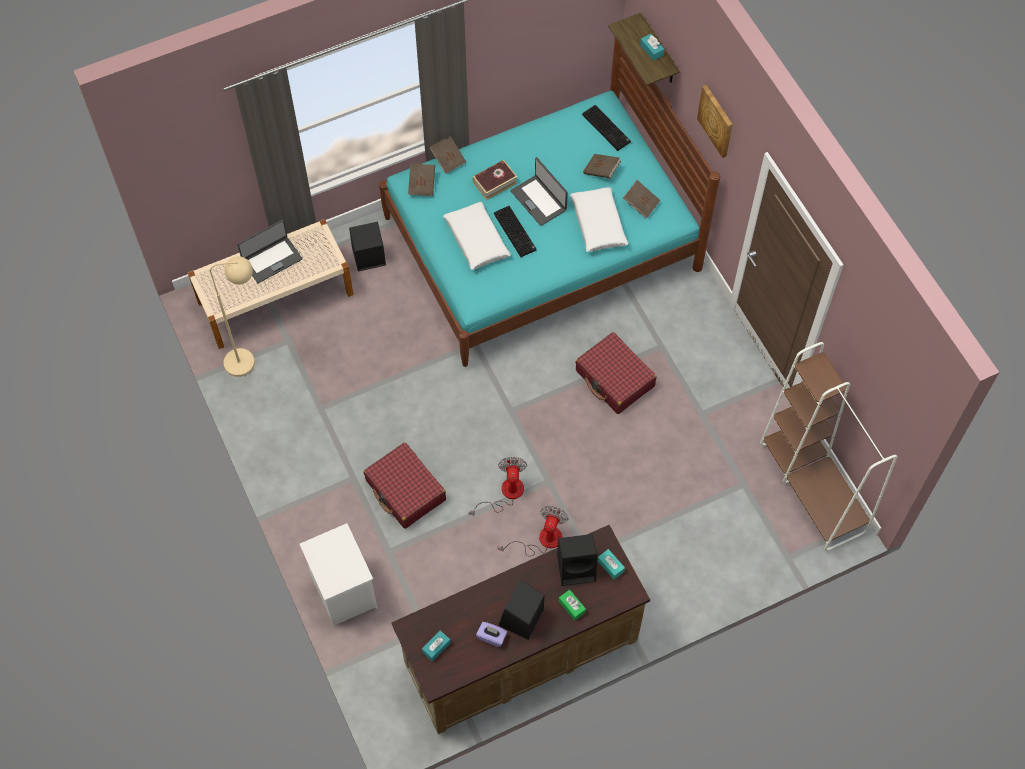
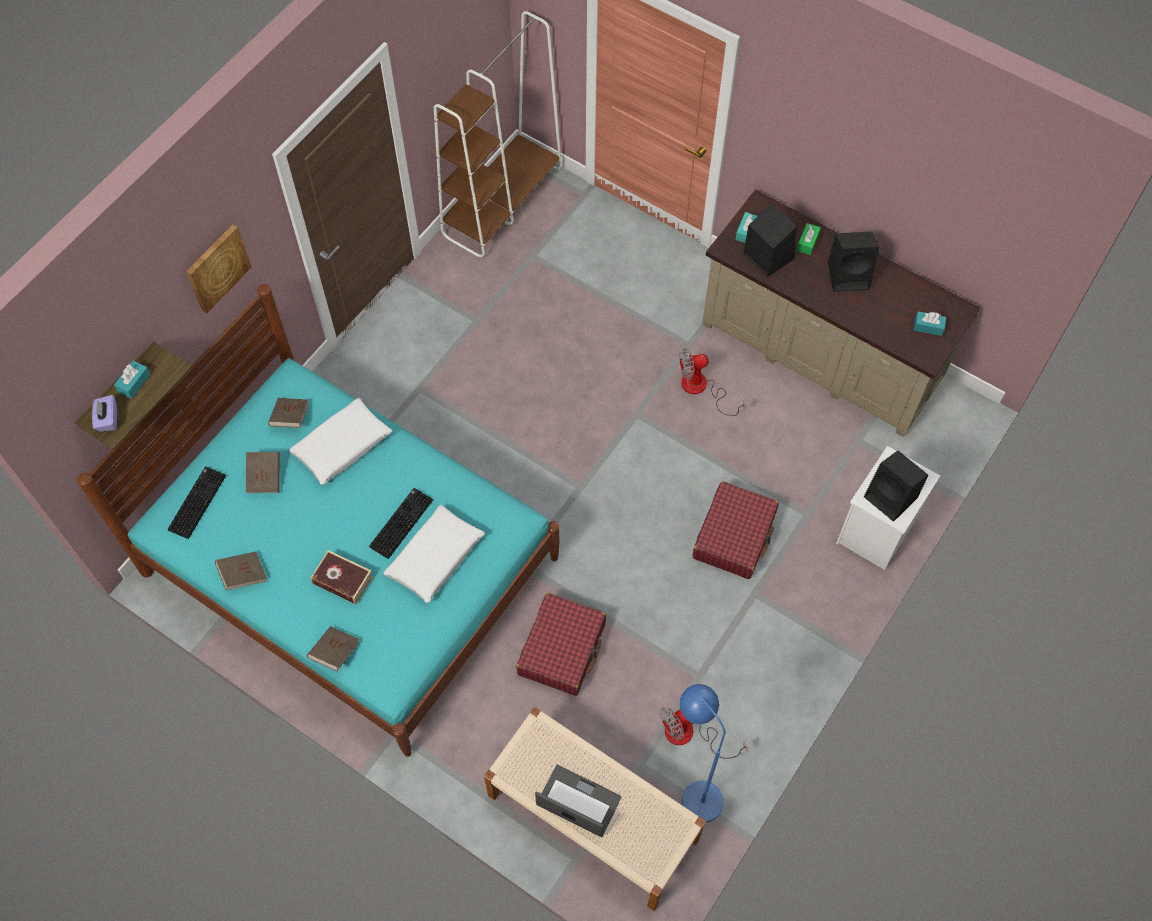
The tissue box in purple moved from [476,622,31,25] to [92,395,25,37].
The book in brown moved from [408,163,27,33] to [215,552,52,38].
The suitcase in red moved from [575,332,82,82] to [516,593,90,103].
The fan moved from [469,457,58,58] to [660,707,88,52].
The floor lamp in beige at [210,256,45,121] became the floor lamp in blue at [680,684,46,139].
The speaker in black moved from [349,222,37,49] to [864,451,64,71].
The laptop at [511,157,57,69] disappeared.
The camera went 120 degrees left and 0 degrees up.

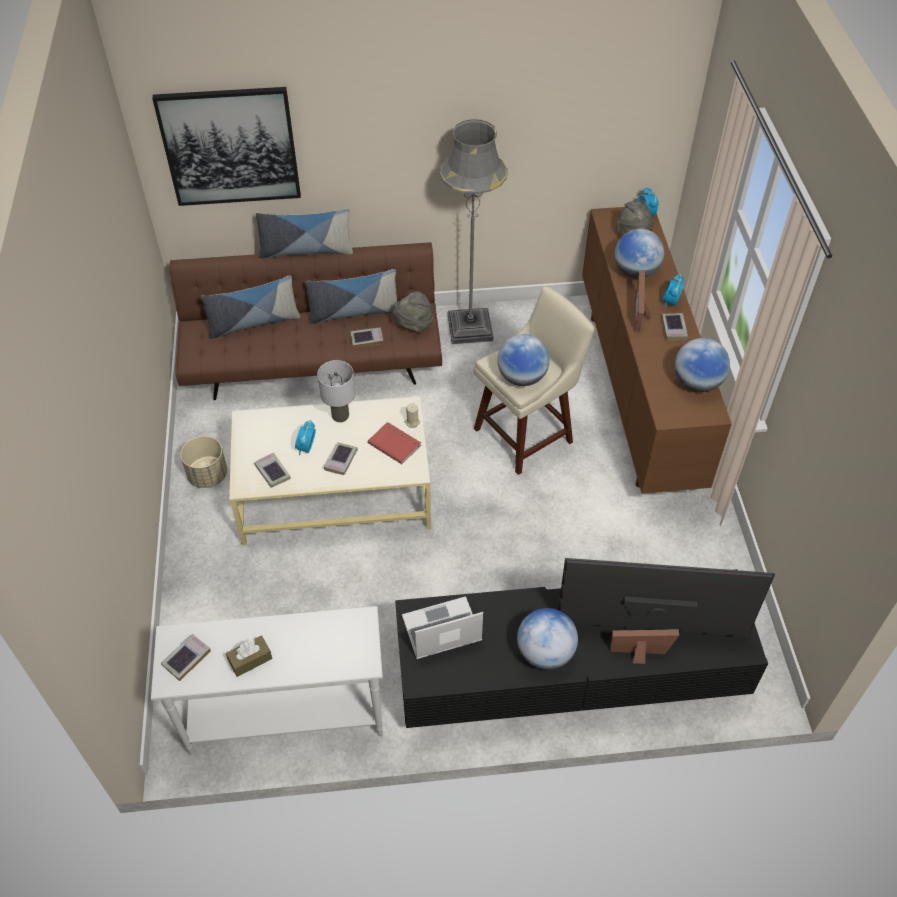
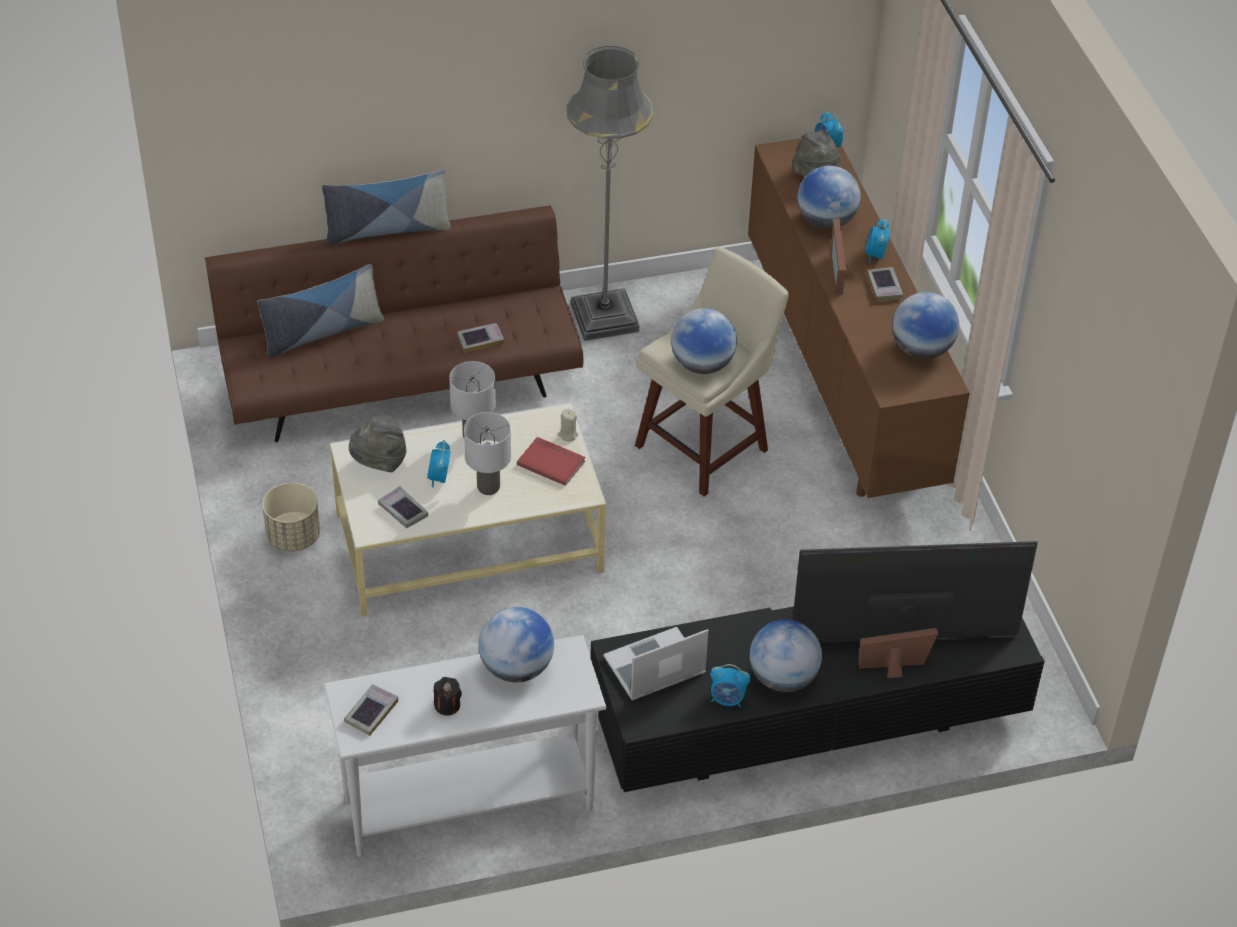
The hat in grey moved from [393,291,40,42] to [349,414,58,58].
The tissue box in brown at [226,635,46,42] was replaced by the candle in black at [434,677,28,39].
The book at [324,442,34,33] was replaced by the table lamp in white at [464,412,47,83].
The globe at [479,607,75,76] appeared.
The alarm clock at [710,664,41,43] appeared.
The picture at [152,87,149,119] disappeared.
The pillow at [305,269,92,55] disappeared.
The camera went 10 degrees left and 5 degrees down.

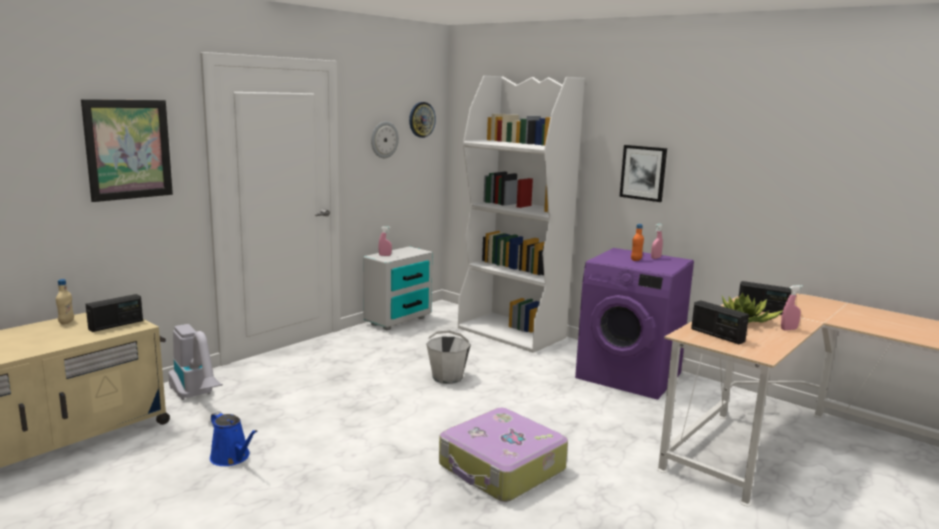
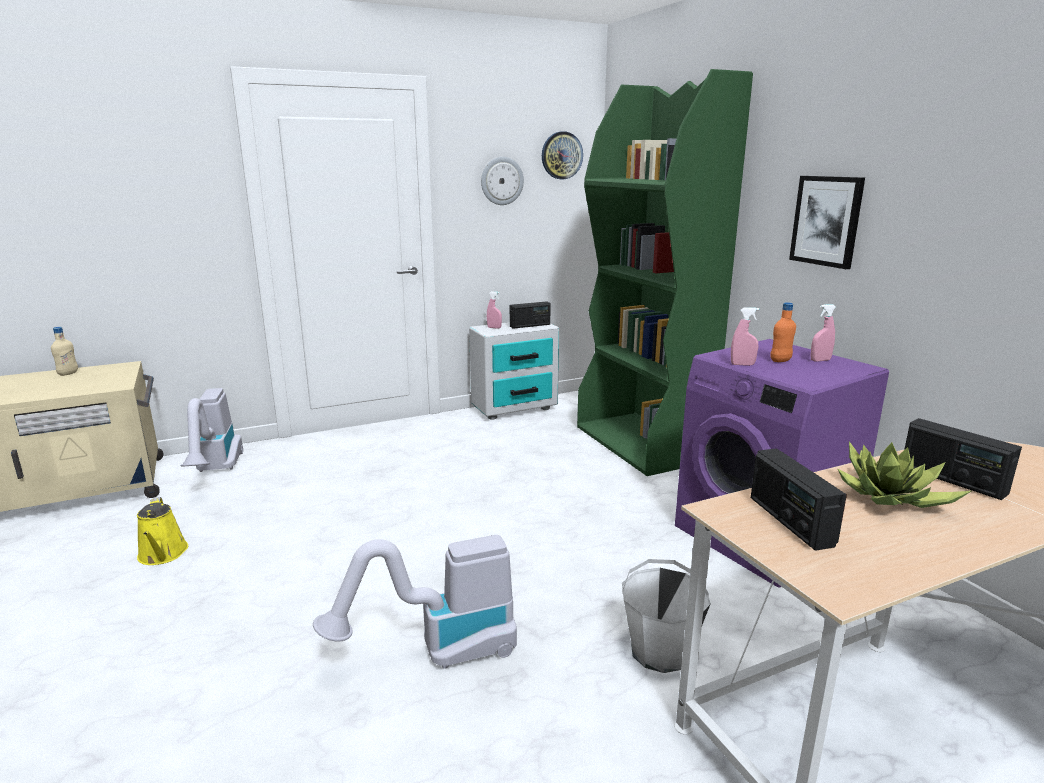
The watering can in blue at [210,411,48,55] became the watering can in yellow at [137,497,51,68].
The suitcase at [439,408,129,94] was replaced by the vacuum cleaner at [313,535,204,134].
The radio moved from [86,294,57,38] to [510,301,41,28].
The bookcase in white at [458,75,127,278] became the bookcase in green at [577,69,176,407].
The bucket in white moved from [426,330,45,54] to [622,559,89,114].
The spray bottle in pink moved from [781,285,22,45] to [731,307,28,59].
The picture at [81,99,92,103] disappeared.
The camera went 25 degrees right and 5 degrees up.

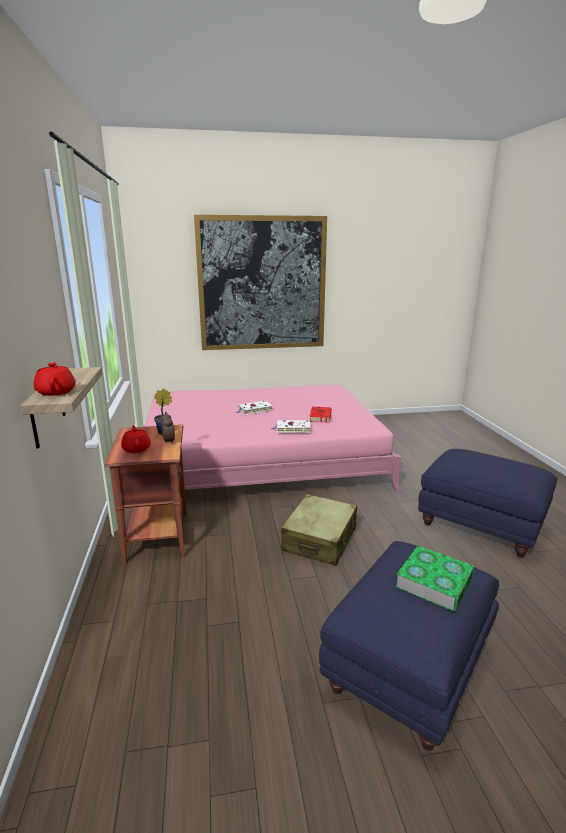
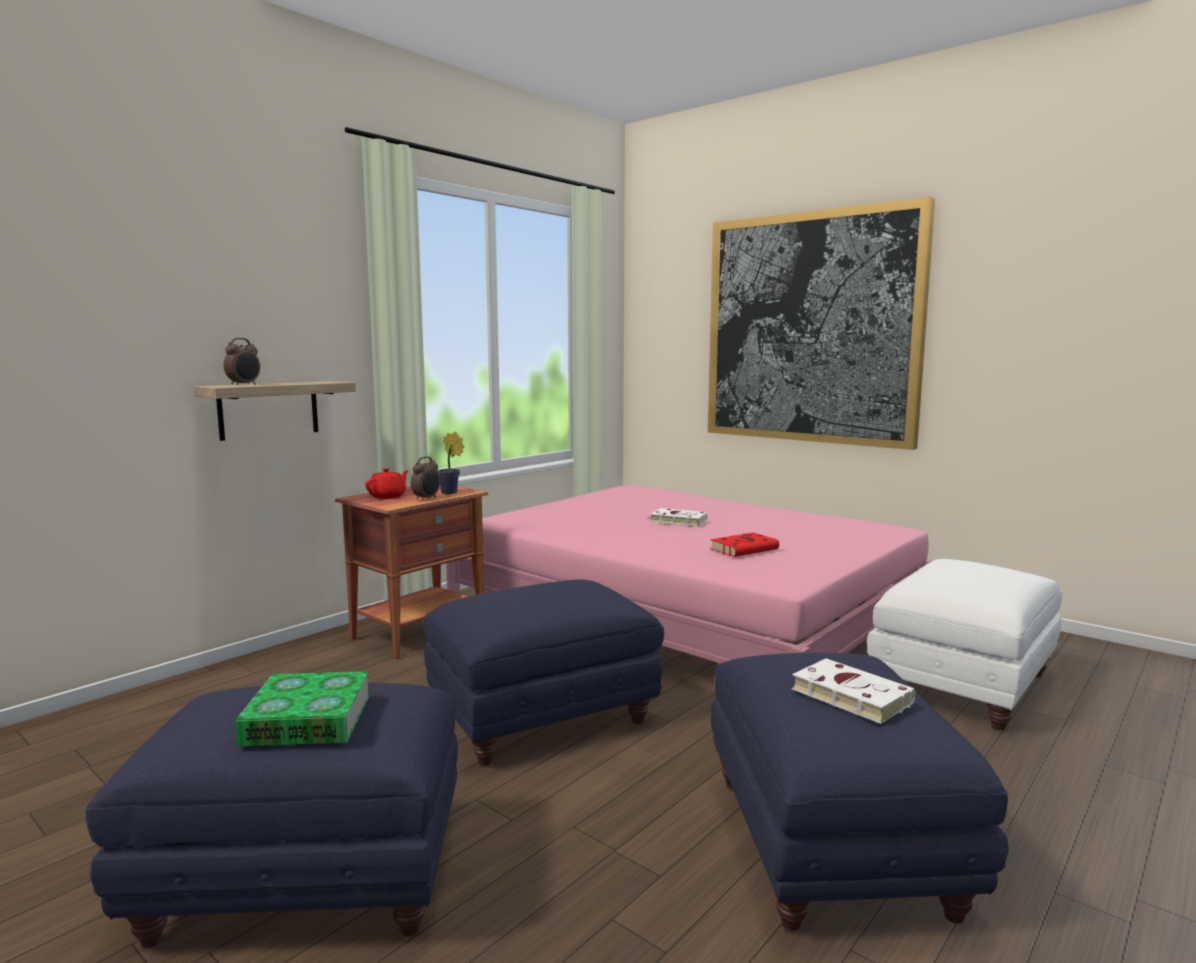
The teapot in red at [34,362,42,34] was replaced by the alarm clock at [223,338,37,47].
The suitcase in beige at [281,494,76,72] was replaced by the ottoman in blue at [423,580,241,186].
The book in white moved from [271,420,40,13] to [792,658,123,66].
The ottoman in white at [867,559,195,172] appeared.
The camera went 50 degrees right and 10 degrees down.

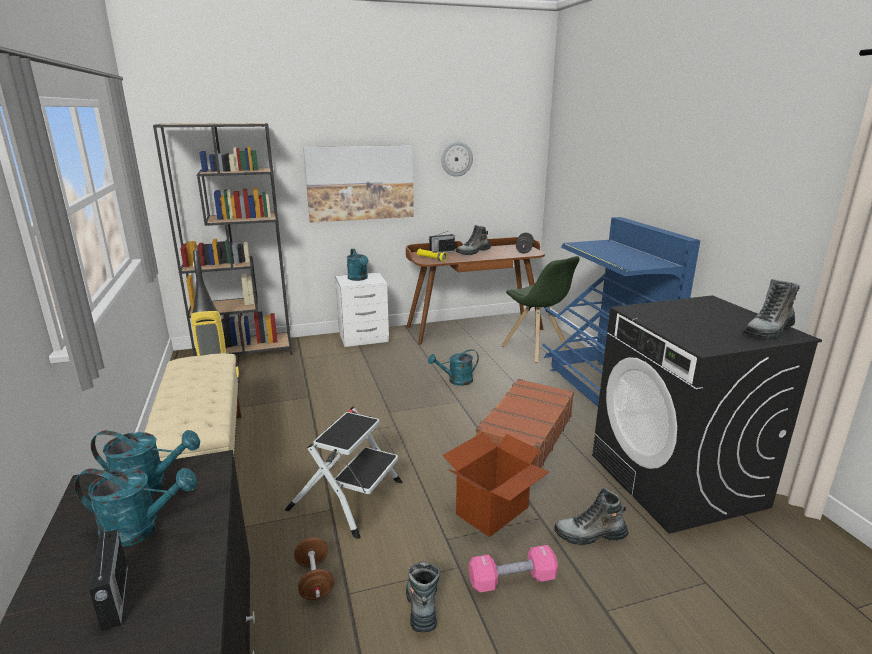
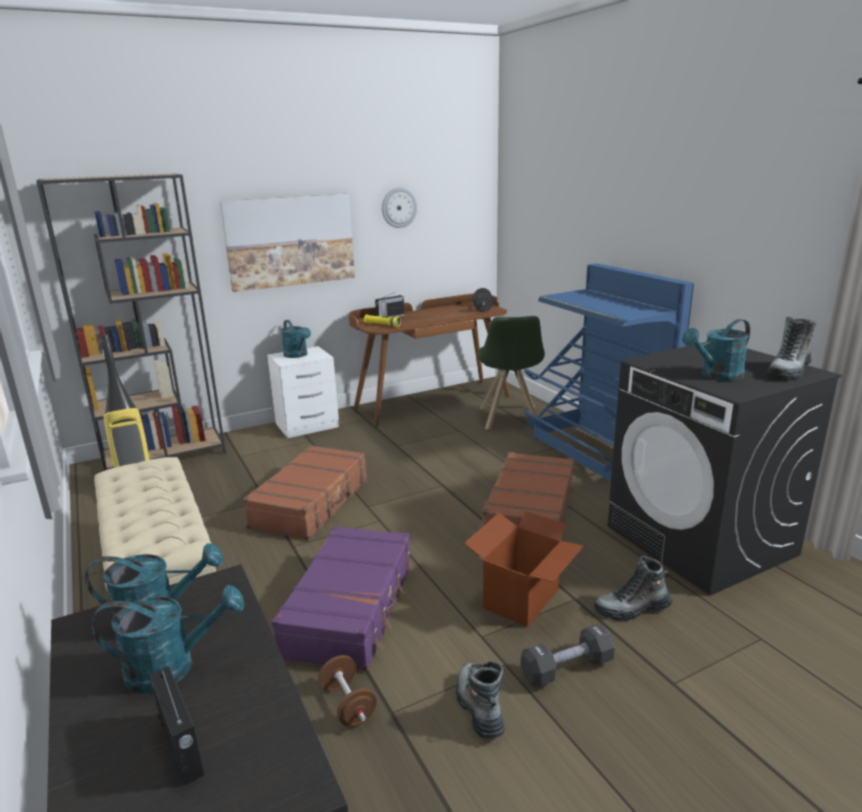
The suitcase in brown at [243,445,124,95] appeared.
The step ladder at [285,406,117,133] was replaced by the suitcase in purple at [272,526,142,145].
The chair in green at [502,256,78,107] turned 45 degrees clockwise.
The dumbbell in pink at [469,545,89,47] became the dumbbell in black at [521,624,94,62].
The watering can in turquoise moved from [428,349,51,37] to [682,319,68,62].
The boot at [456,225,35,30] disappeared.
The camera went 10 degrees left and 0 degrees up.

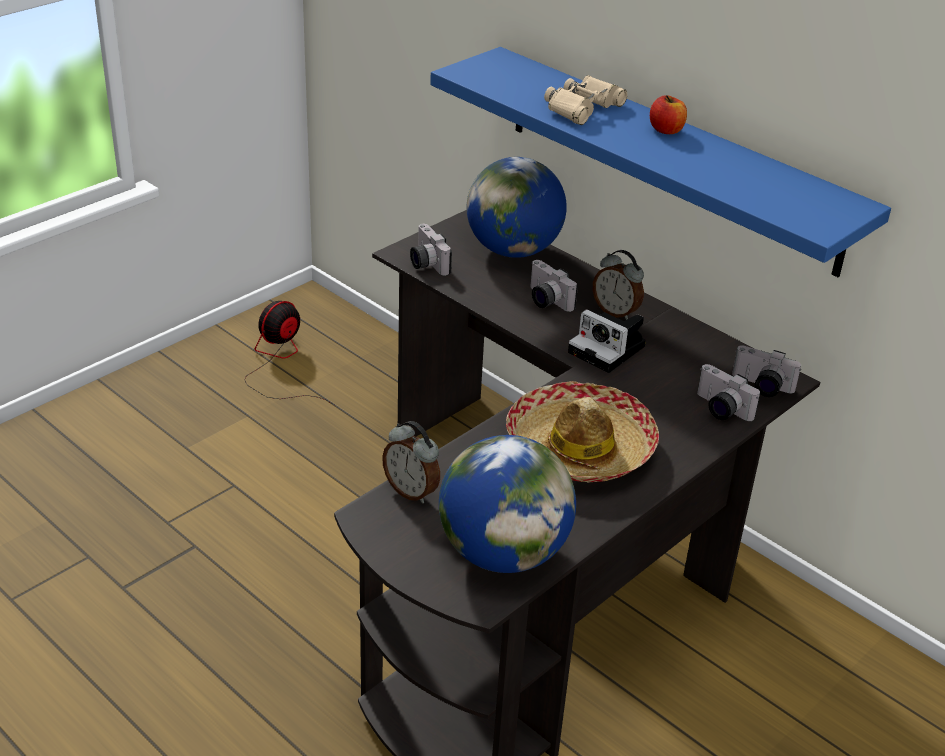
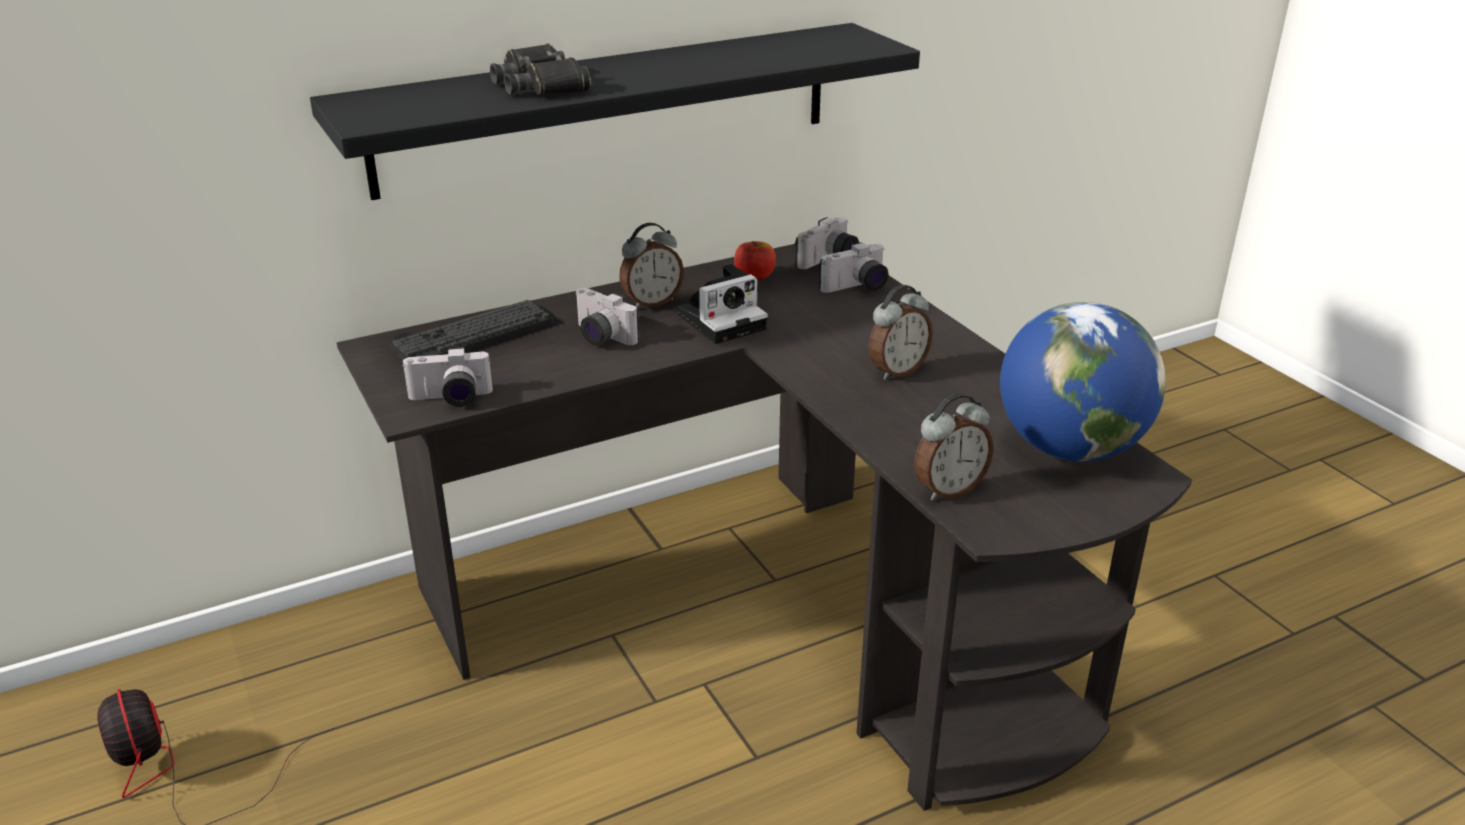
The shelf in blue at [430,47,461,230] became the shelf in black at [310,23,610,177].
The globe at [467,157,100,101] was replaced by the keyboard at [390,300,163,60].
The binoculars in beige at [544,75,83,50] became the binoculars in black at [490,43,101,52].
The photo camera at [530,260,48,52] turned 60 degrees clockwise.
The apple moved from [650,95,37,39] to [734,241,42,39].
The hat at [506,381,153,101] was replaced by the alarm clock at [869,285,64,95].
The camera went 70 degrees left and 5 degrees down.

